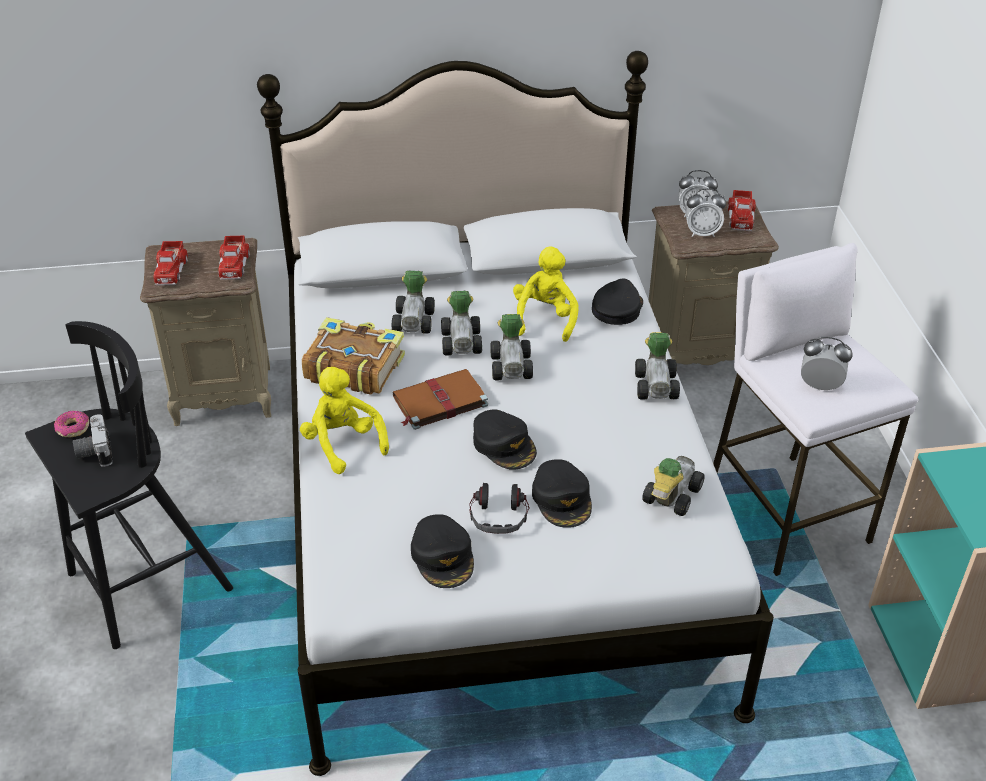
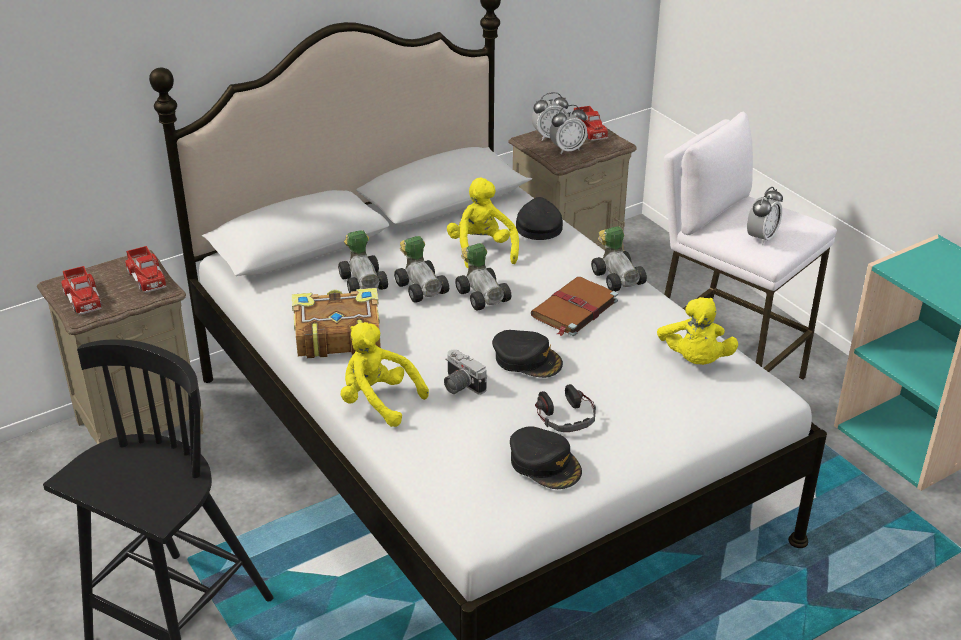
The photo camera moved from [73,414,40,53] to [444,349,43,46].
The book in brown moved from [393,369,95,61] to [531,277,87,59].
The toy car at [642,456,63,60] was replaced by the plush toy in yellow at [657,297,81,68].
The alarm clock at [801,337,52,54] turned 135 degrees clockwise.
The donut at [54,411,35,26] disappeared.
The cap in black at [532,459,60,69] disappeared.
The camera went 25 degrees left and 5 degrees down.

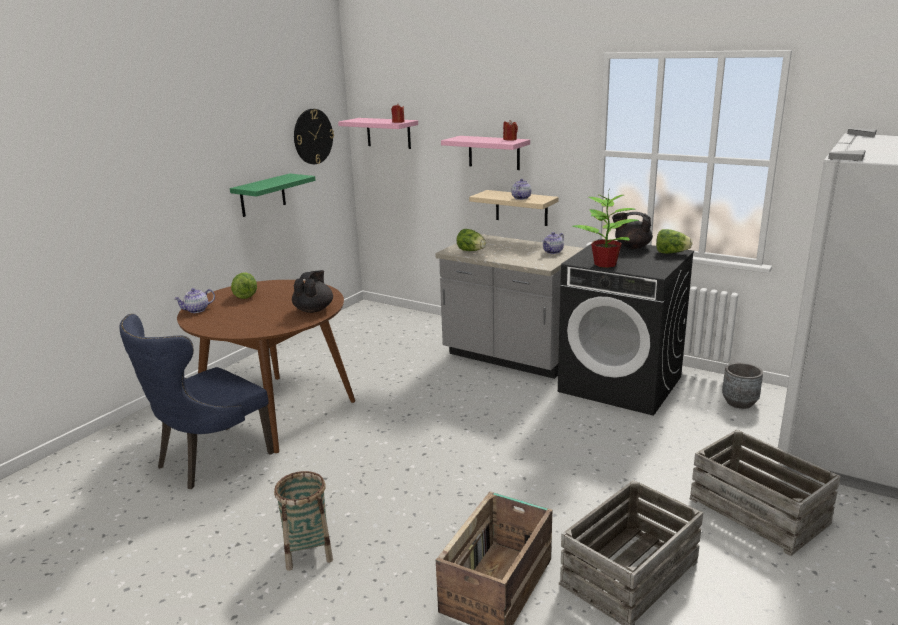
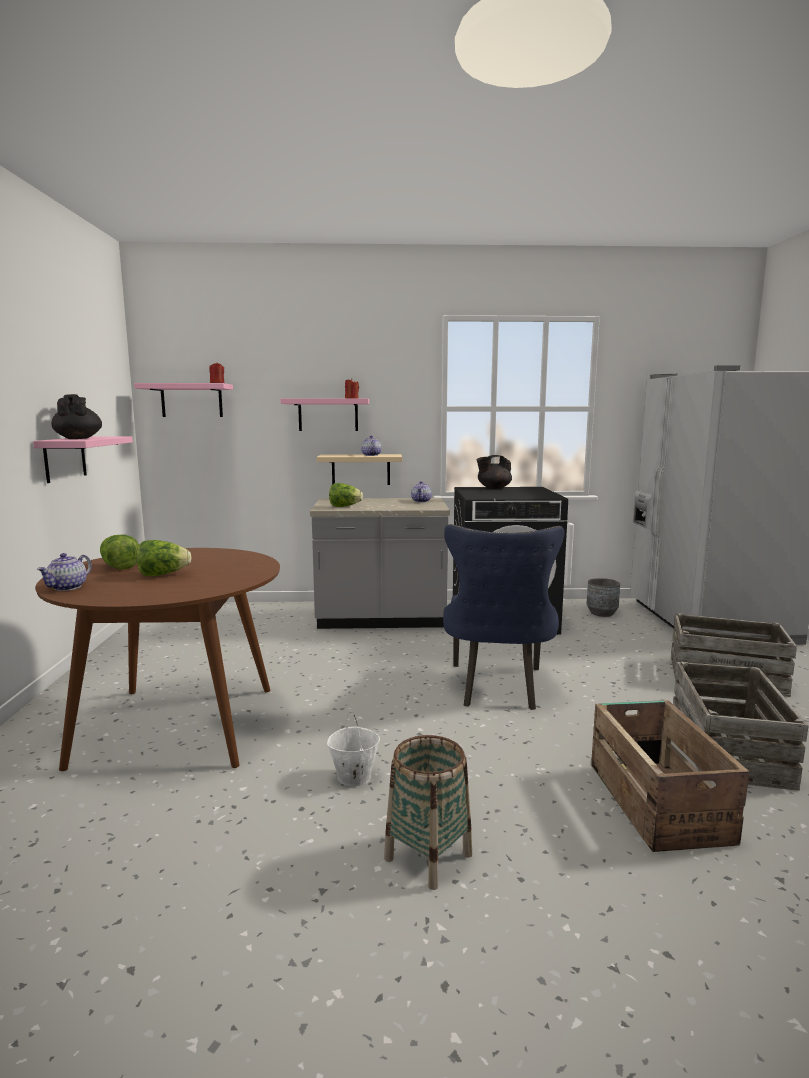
The shelf in green at [230,174,86,43] became the shelf in pink at [33,437,100,46].
The teapot in black moved from [292,270,41,43] to [51,394,51,45].
The lettuce moved from [656,229,37,25] to [136,540,56,36].
The bucket in white at [327,712,53,74] appeared.
The chair in blue moved from [120,314,154,175] to [443,524,122,186].
The wall clock at [294,109,40,55] disappeared.
The potted plant at [572,191,67,77] disappeared.
The camera went 35 degrees left and 10 degrees down.

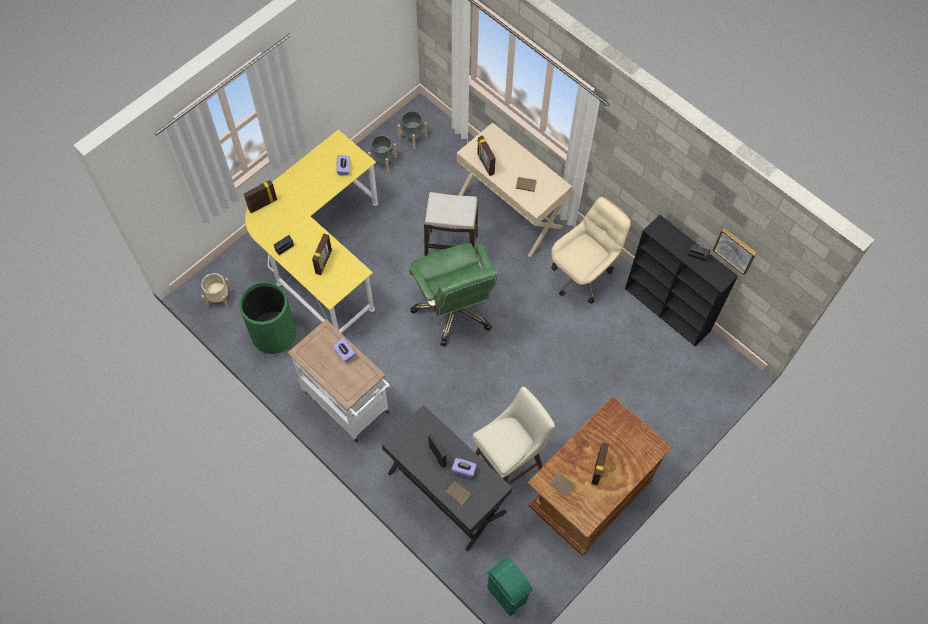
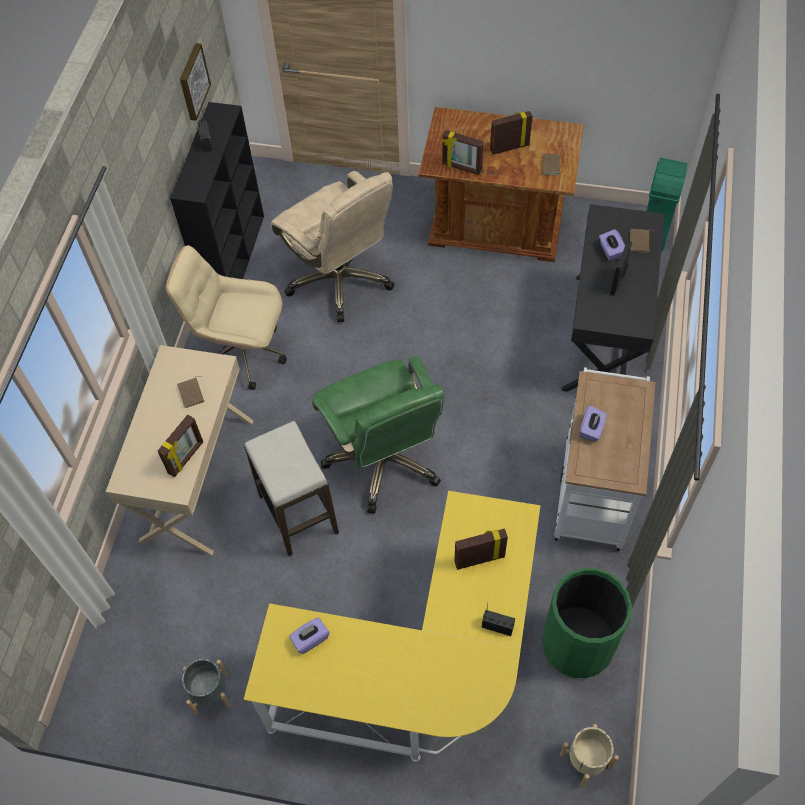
The office chair in beige at [271,171,123,151] appeared.
The office chair in green at [409,243,88,103] turned 120 degrees clockwise.
The picture frame moved from [244,180,33,33] to [442,130,42,45].
The planter in grey at [398,111,29,38] disappeared.
The stool in beige at [472,387,83,98] disappeared.
The camera went 120 degrees left and 5 degrees down.

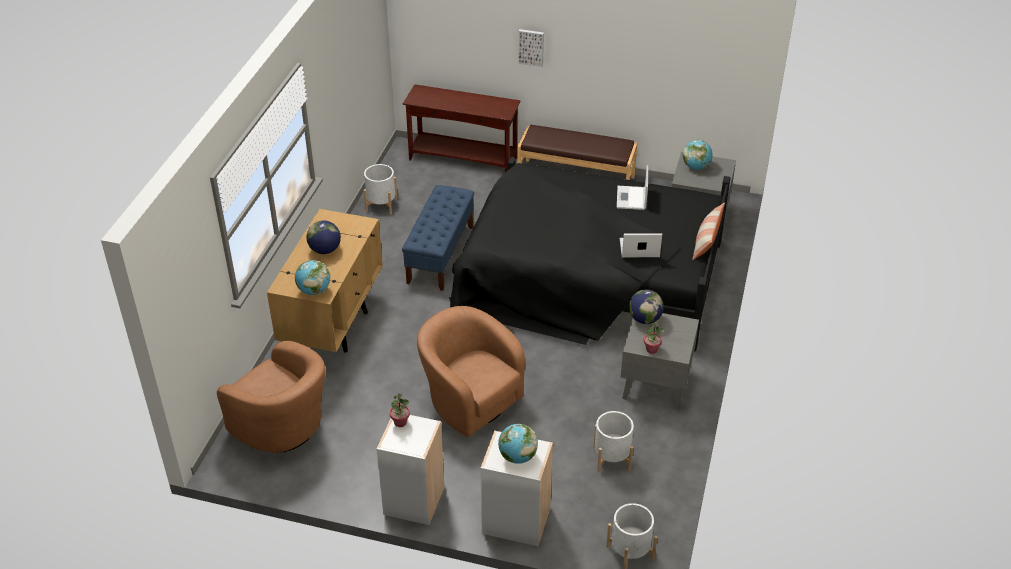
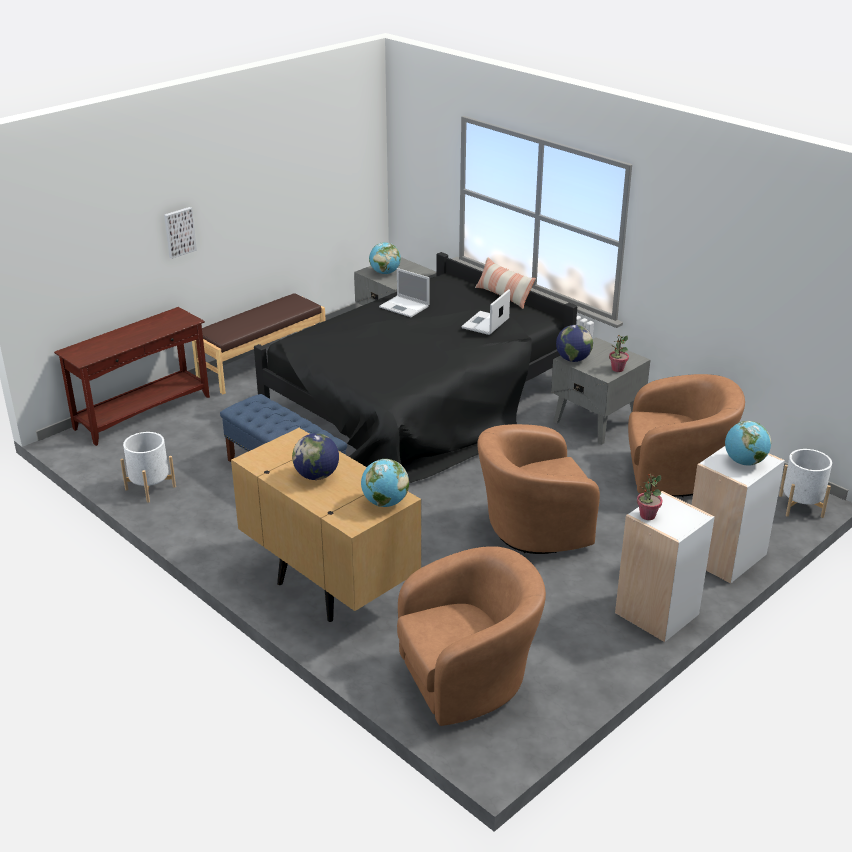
The planter in white at [593,411,41,61] was replaced by the armchair in brown at [628,374,117,123].
The camera went 60 degrees left and 10 degrees down.

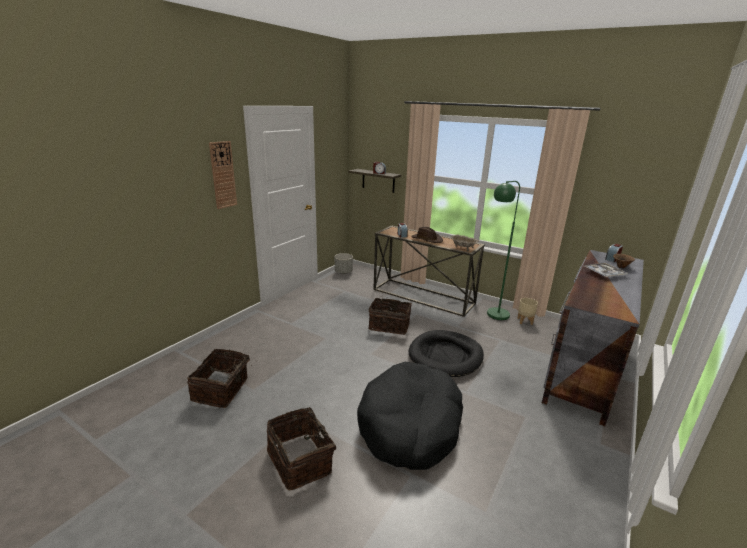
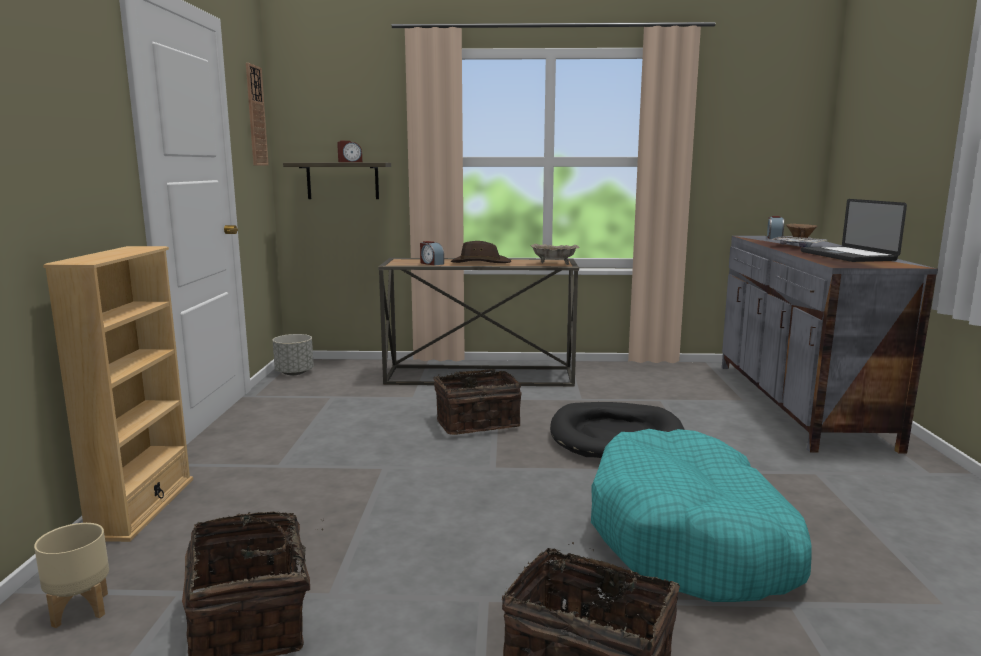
The planter in beige moved from [517,298,21,27] to [34,523,75,105].
The bookcase in beige at [43,246,150,296] appeared.
The wall clock moved from [209,141,28,68] to [246,63,23,102].
The dog bed in black at [357,362,106,108] became the dog bed in turquoise at [591,429,221,173].
The laptop at [801,199,106,63] appeared.
The floor lamp in green at [487,181,33,139] disappeared.
The camera went 30 degrees left and 10 degrees down.

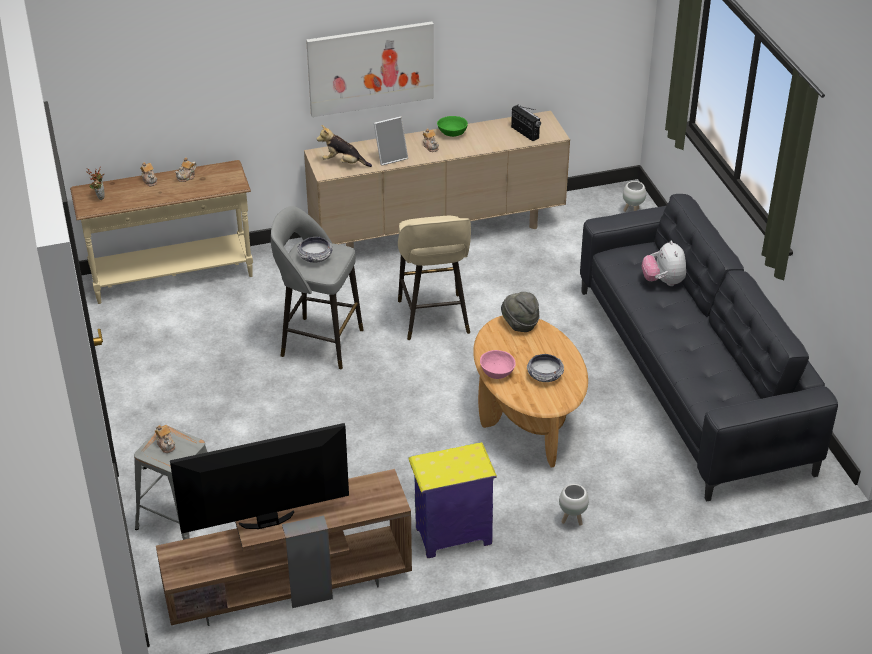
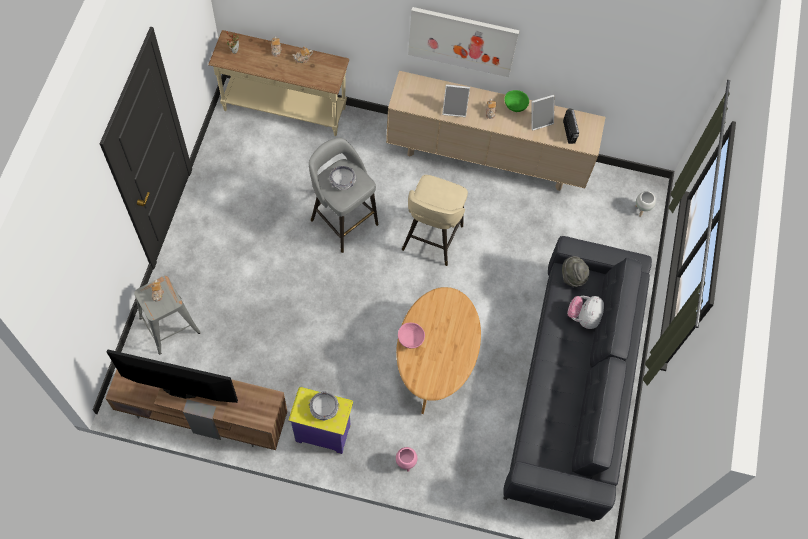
The bowl moved from [527,354,37,28] to [308,392,32,29].
The planter in white at [559,484,30,42] became the planter in pink at [396,447,21,25].
The picture frame at [530,94,25,37] appeared.
The hat in grey moved from [501,292,39,40] to [562,256,27,31].
The plush toy at [317,125,55,42] disappeared.
The camera went 25 degrees right and 25 degrees up.

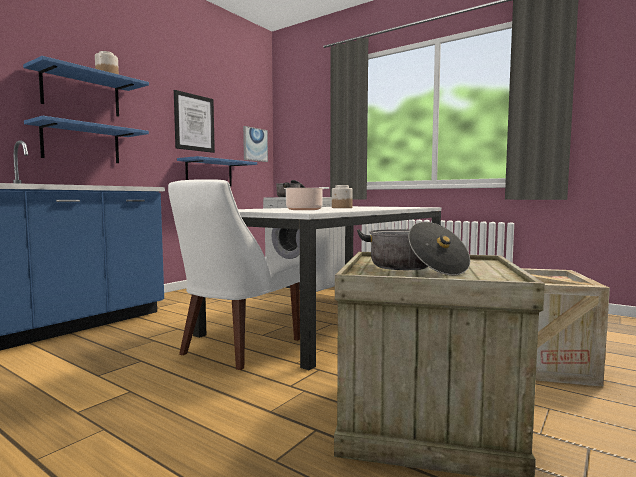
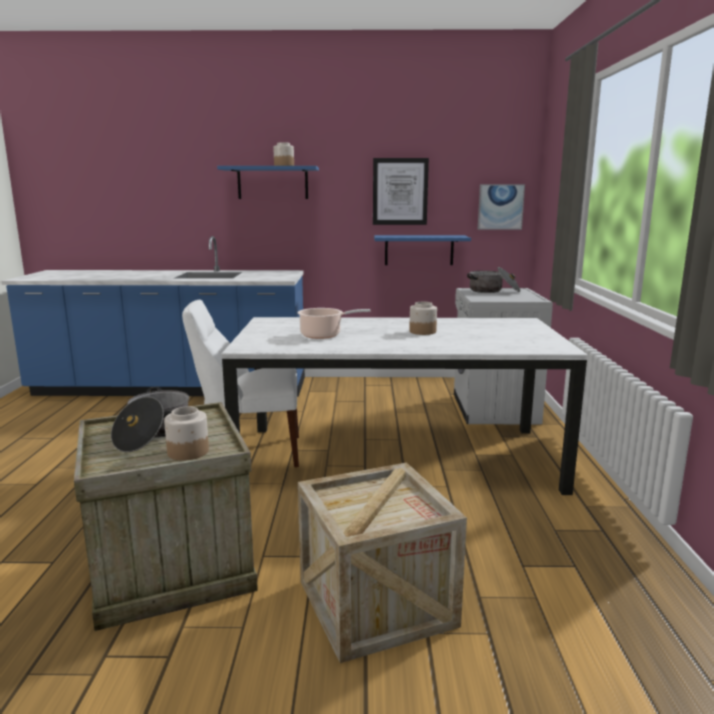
The jar at [164,406,45,55] appeared.
The shelf in blue at [24,116,125,47] disappeared.
The camera went 55 degrees right and 10 degrees up.

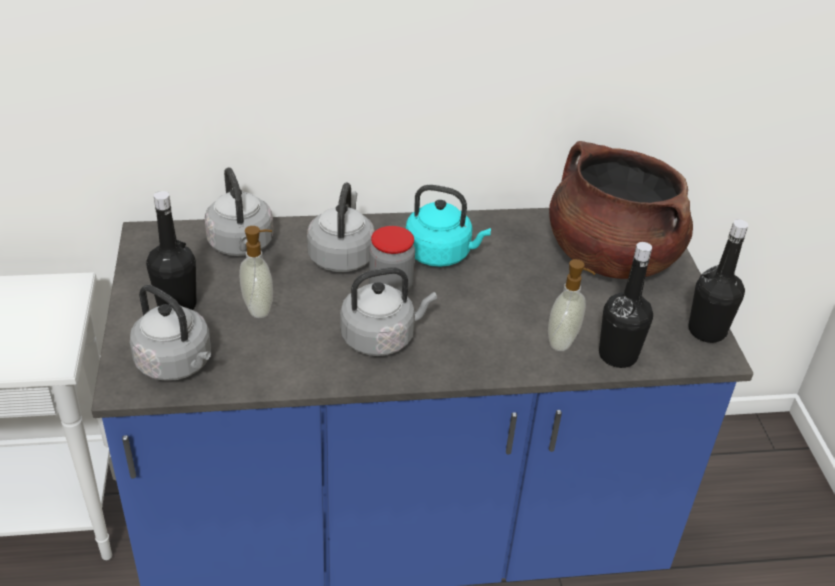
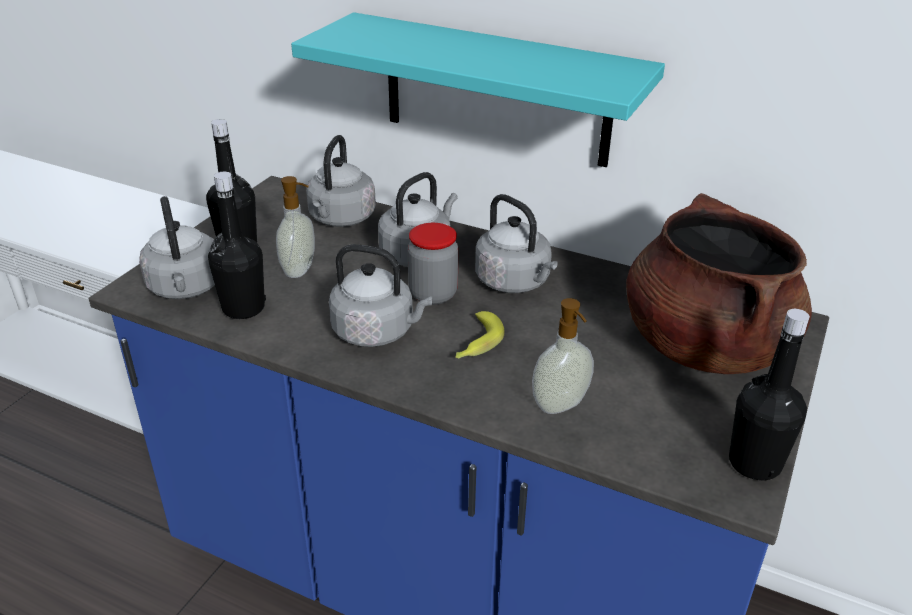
The bottle in black moved from [599,242,54,126] to [208,172,58,147].
The shelf in turquoise at [291,12,374,155] appeared.
The banana at [456,311,49,48] appeared.
The kettle in turquoise at [405,185,86,82] became the kettle in grey at [475,194,83,99].
The camera went 35 degrees right and 5 degrees down.

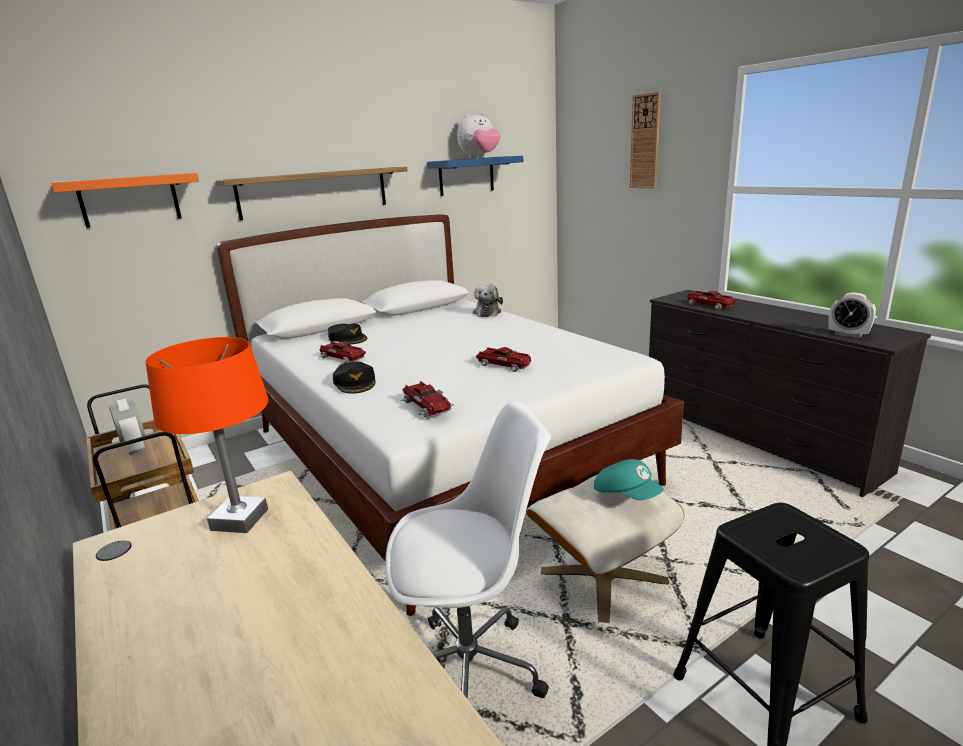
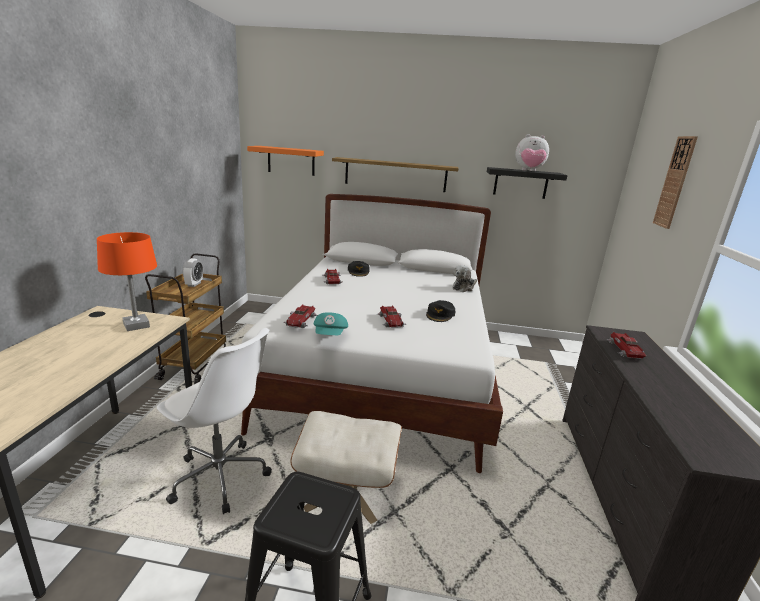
The cap in turquoise moved from [594,459,70,41] to [314,312,34,23].
The cap in black moved from [333,362,42,32] to [426,300,30,22].
The shelf in blue at [427,156,96,40] became the shelf in black at [487,167,81,32].
The alarm clock at [828,292,48,46] disappeared.
The camera went 40 degrees right and 0 degrees up.

